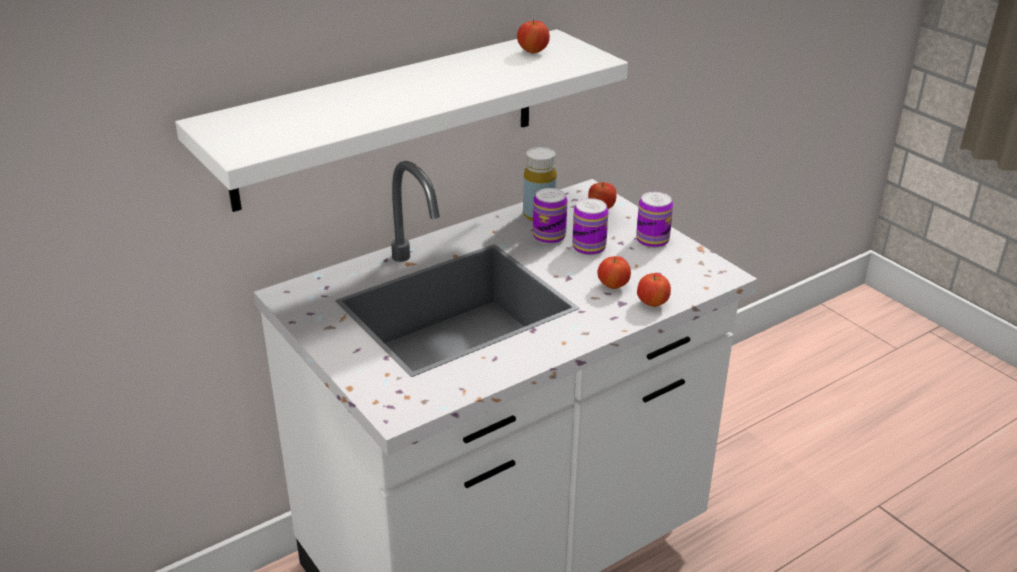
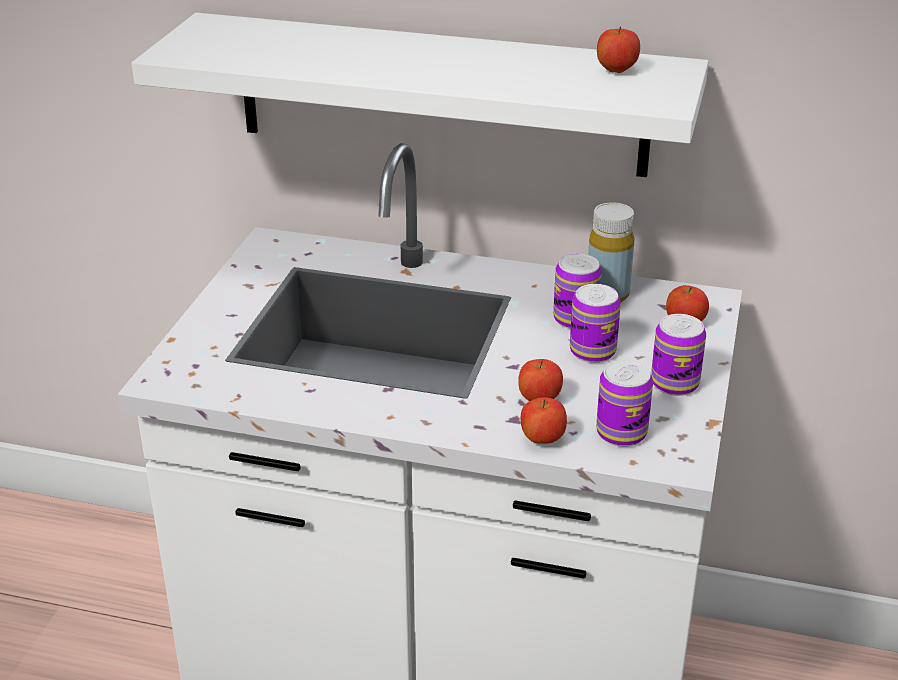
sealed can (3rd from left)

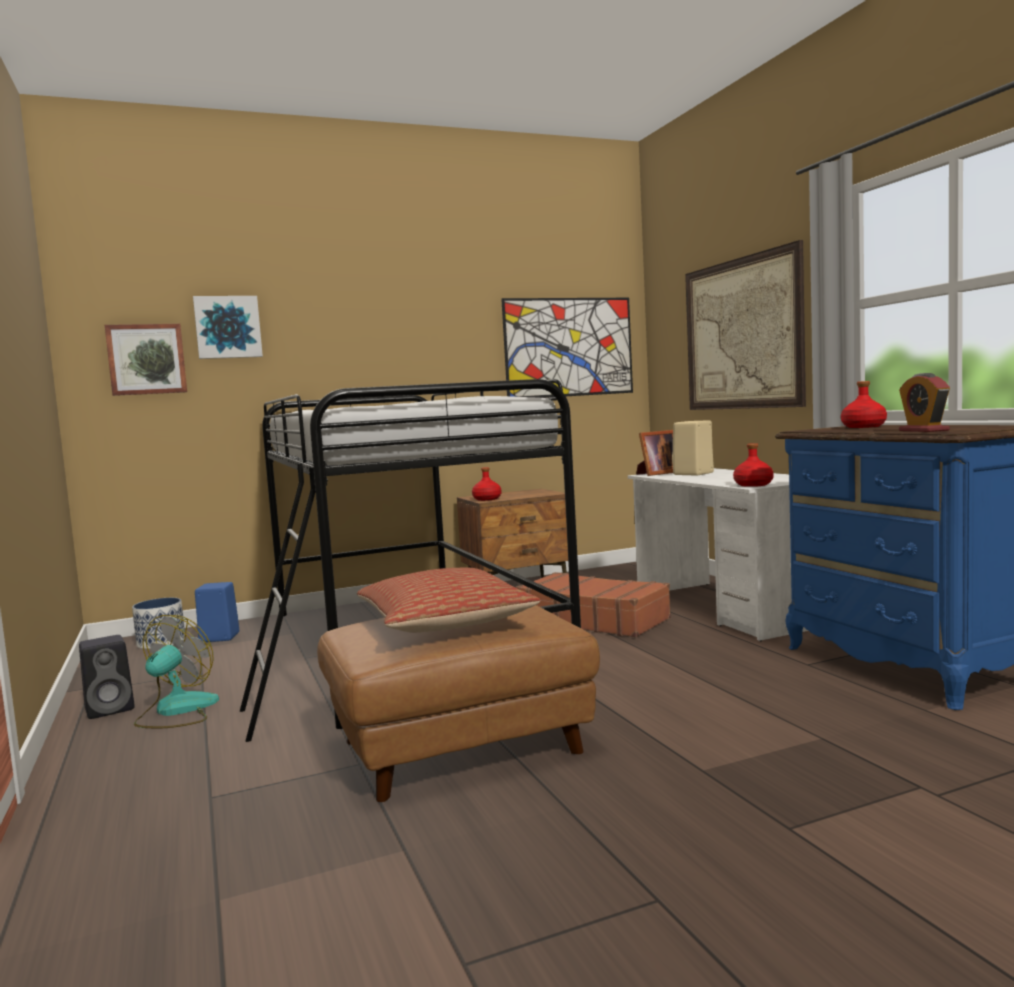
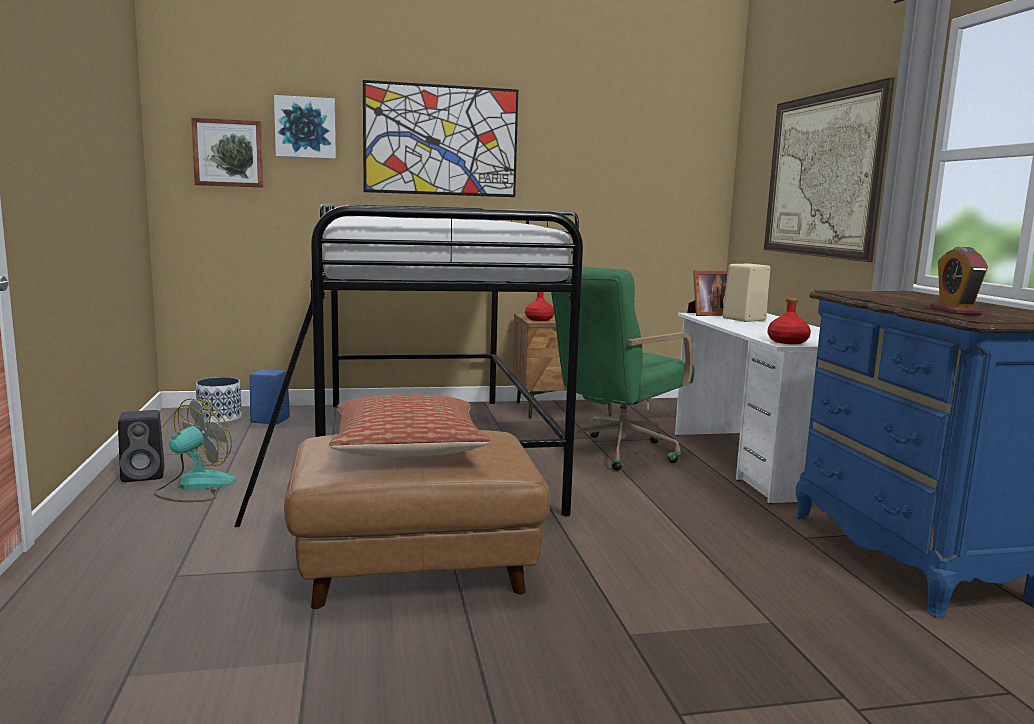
wall art (3rd from left)
green computer chair
red-coloured drink bottle (3rd from left in the first image)

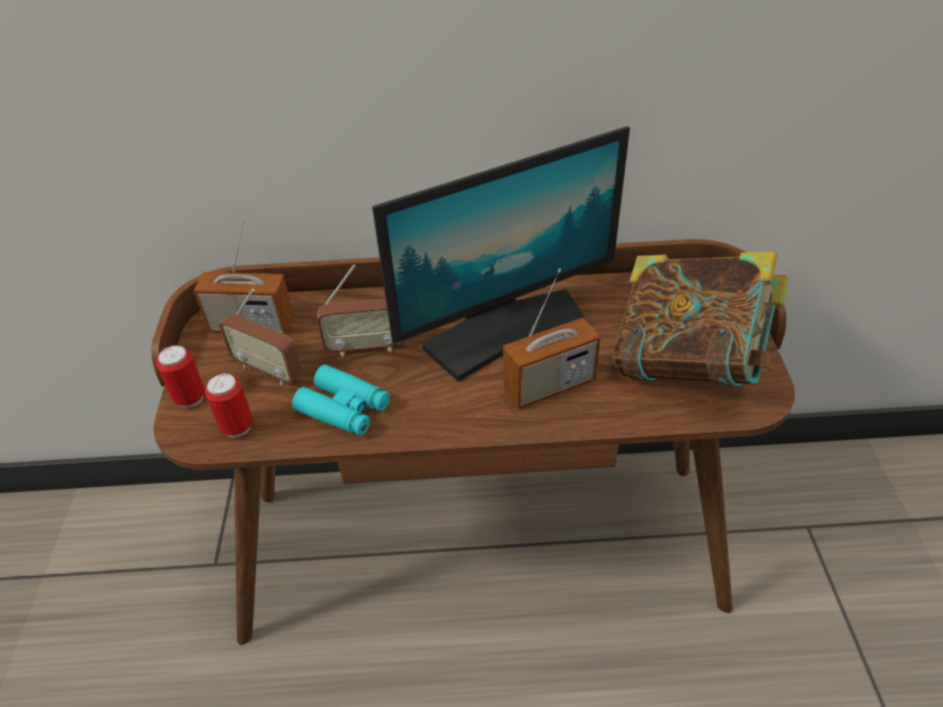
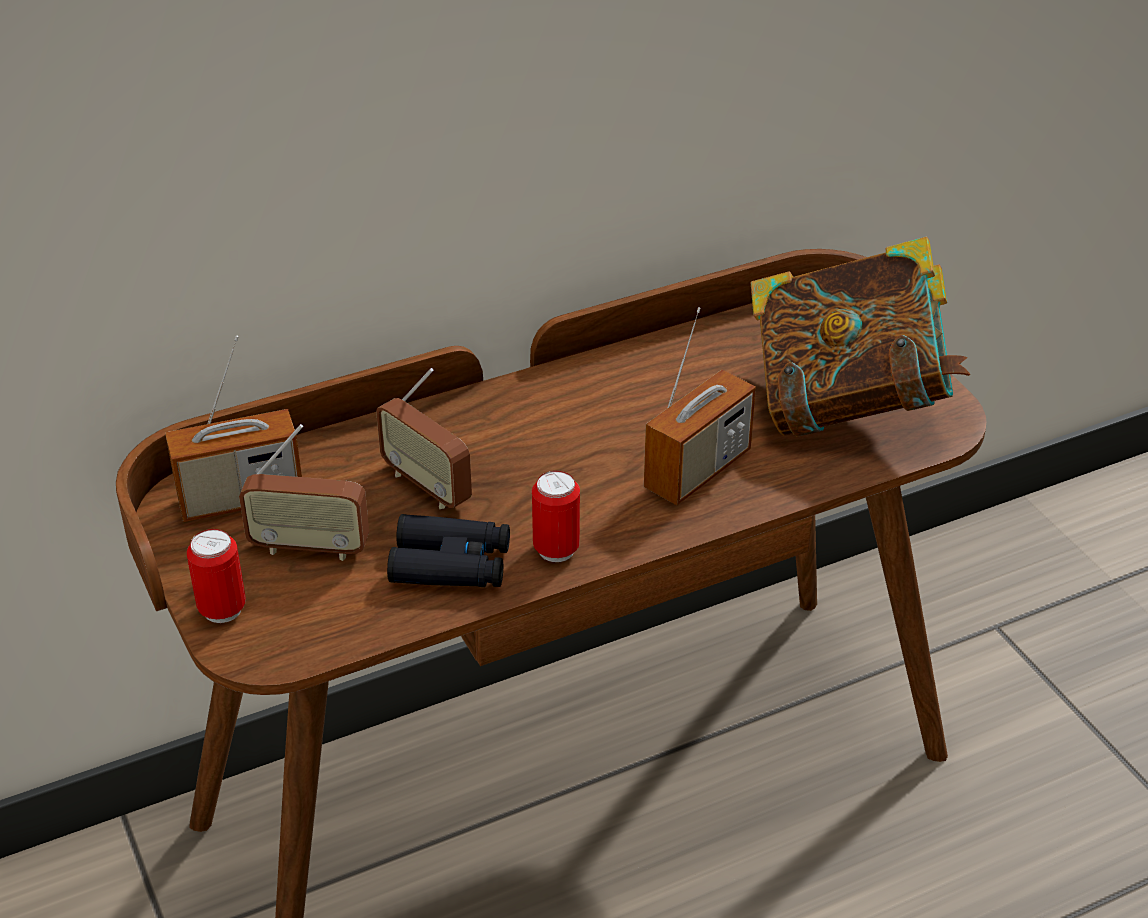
sealed can (2nd from left)
black-coloured binoculars
radio set (3rd from left)
computer display

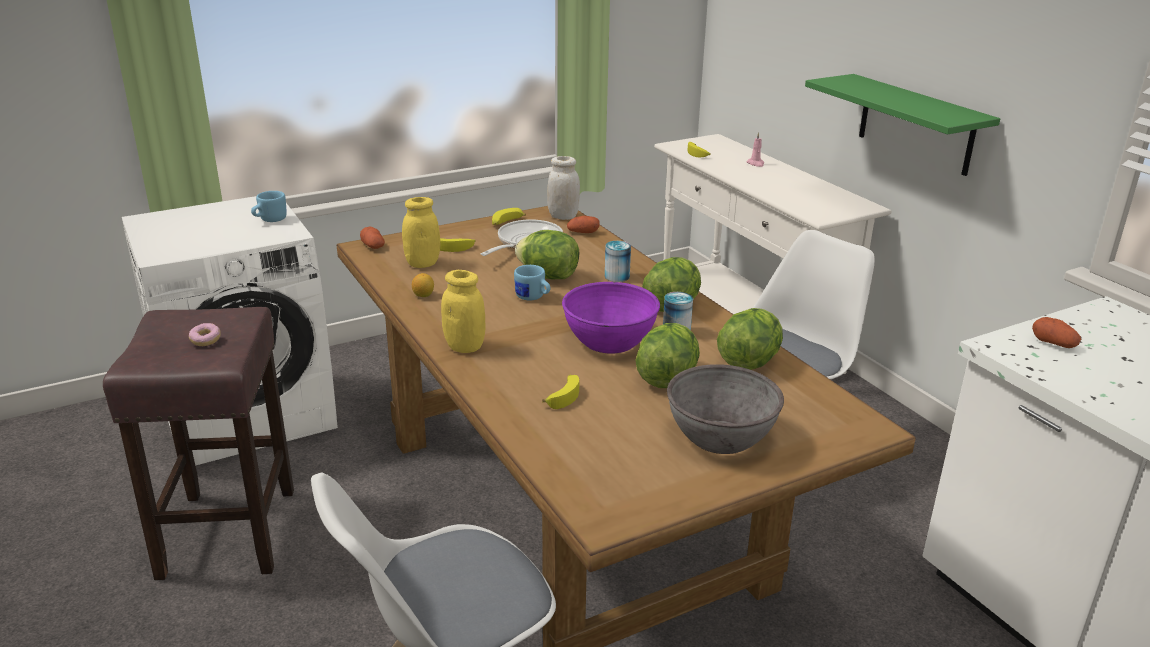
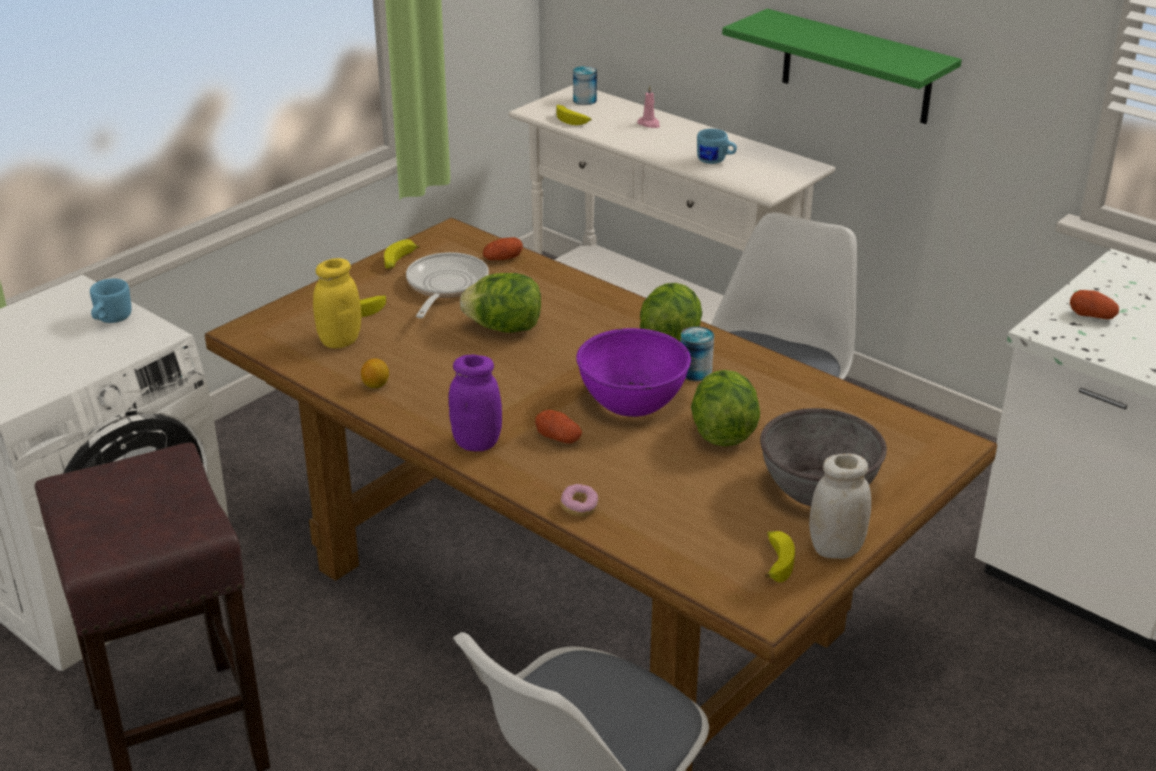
donut
spud (2nd from left)
purple jar
blue coffee mug (2nd from left)
banana (4th from left)
white-coloured jar
sealed can (1st from left)
head of lettuce (4th from left in the first image)

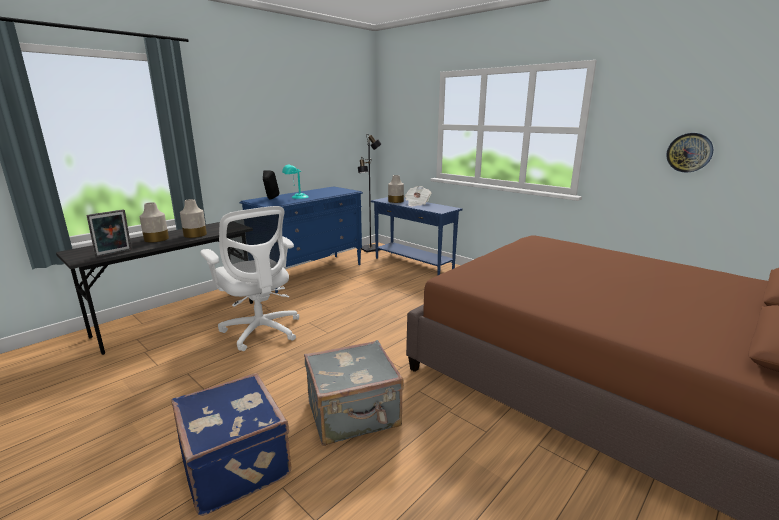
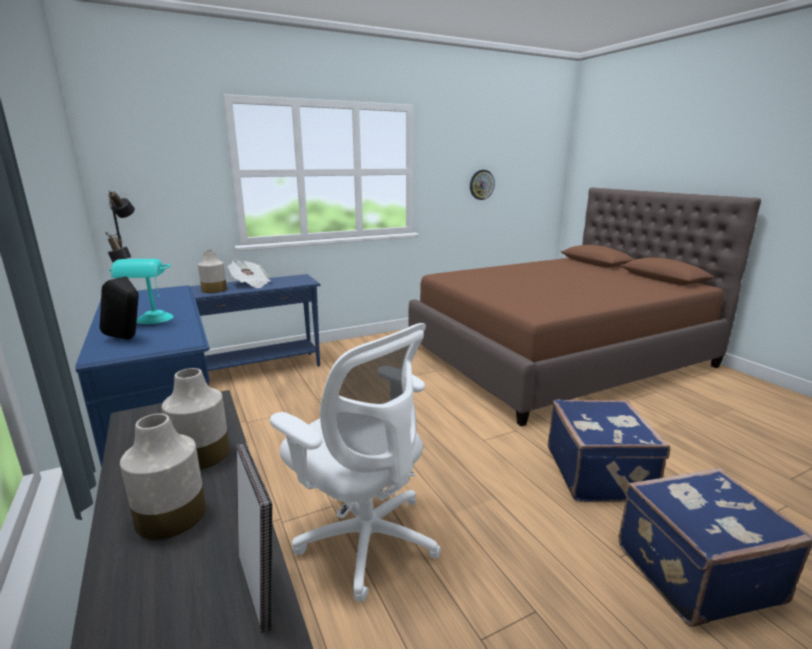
white-coloured computer chair
blue piece of luggage (1st from left)

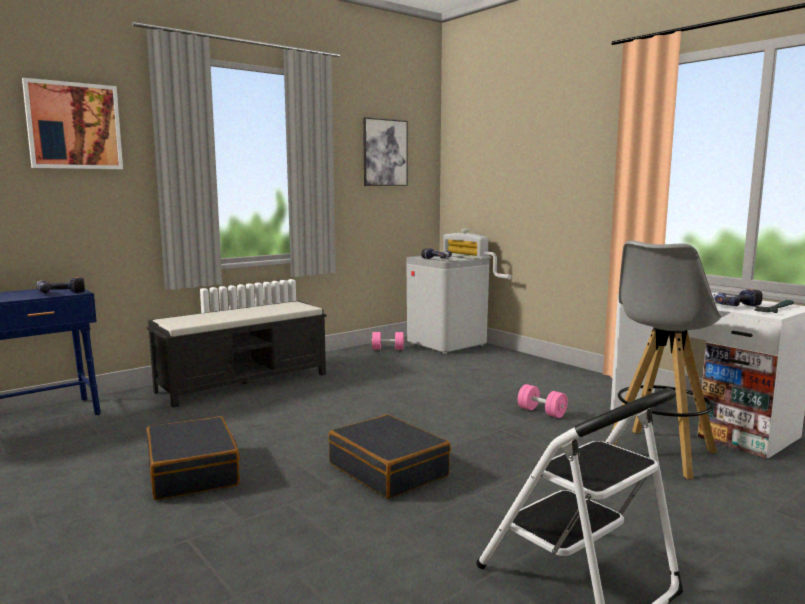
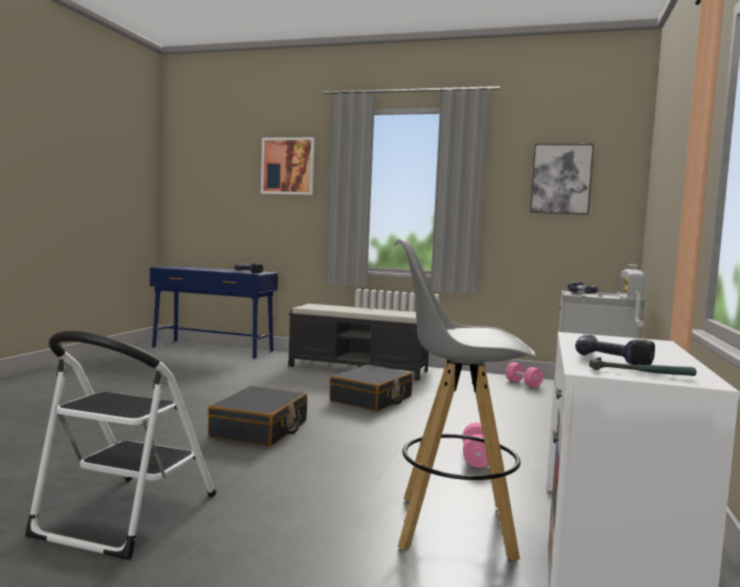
black-coloured piece of luggage (2nd from left)

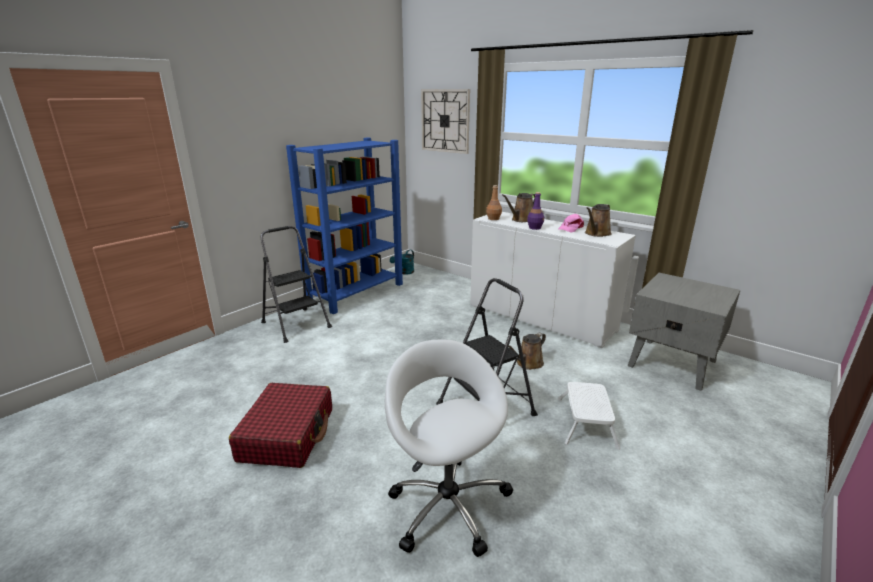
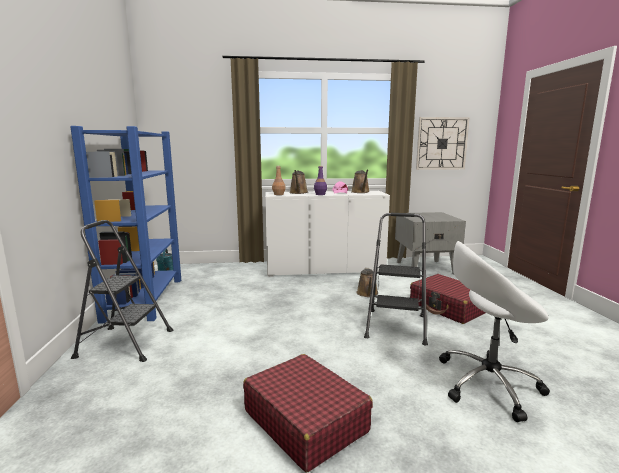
clock on the wall
red-coloured piece of luggage (2nd from left)

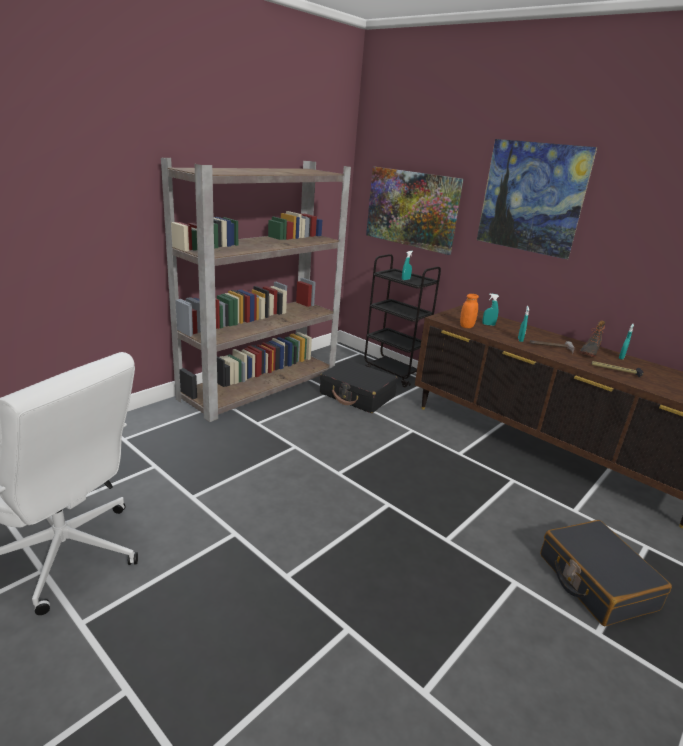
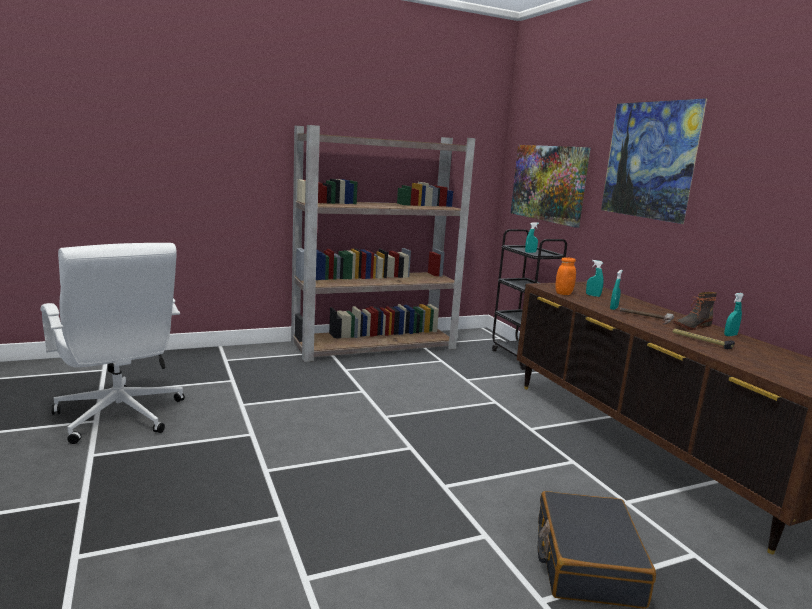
black-coloured piece of luggage (1st from left in the first image)

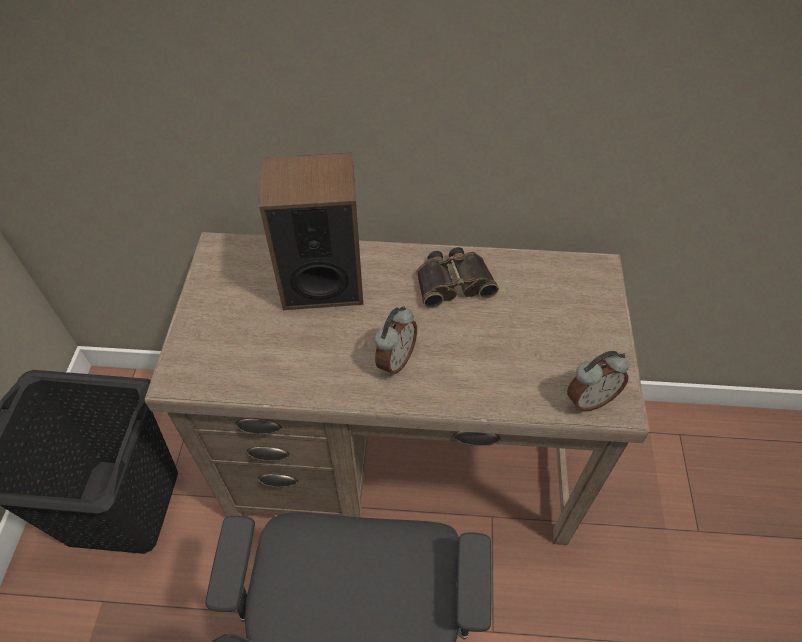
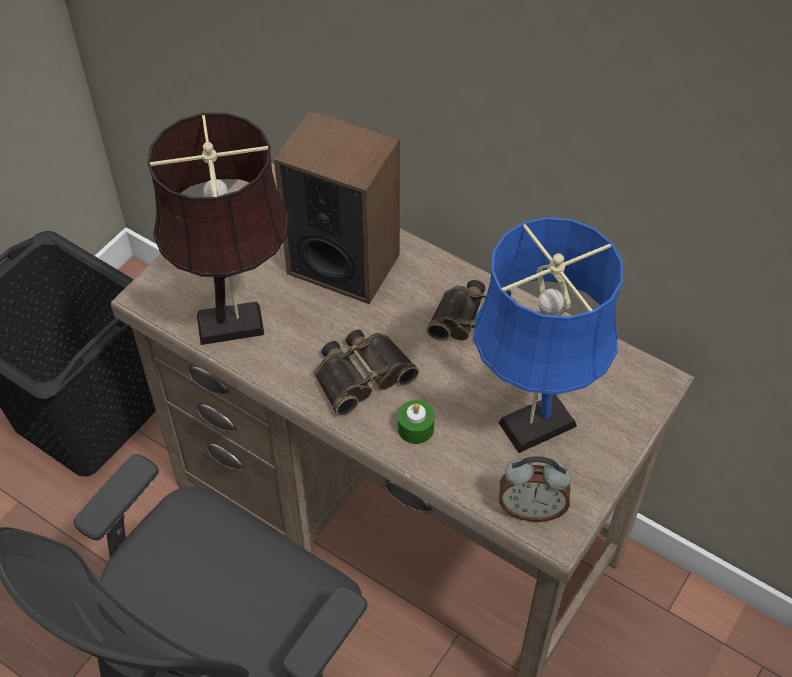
binoculars (1st from left)
brown-coloured lamp for a table
green wax candle
blue lamp for a table

